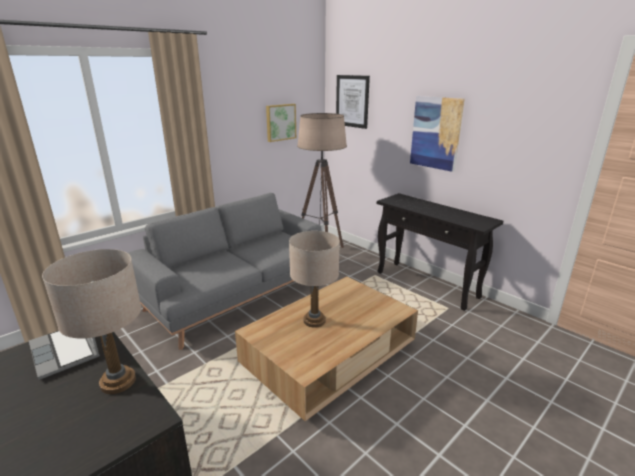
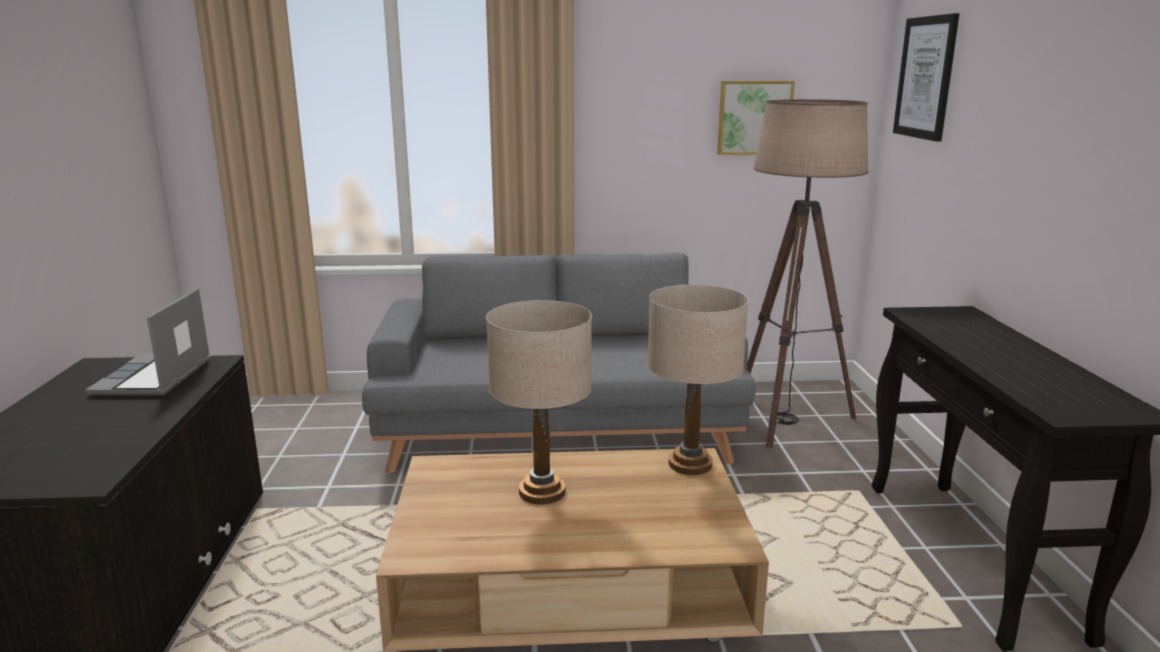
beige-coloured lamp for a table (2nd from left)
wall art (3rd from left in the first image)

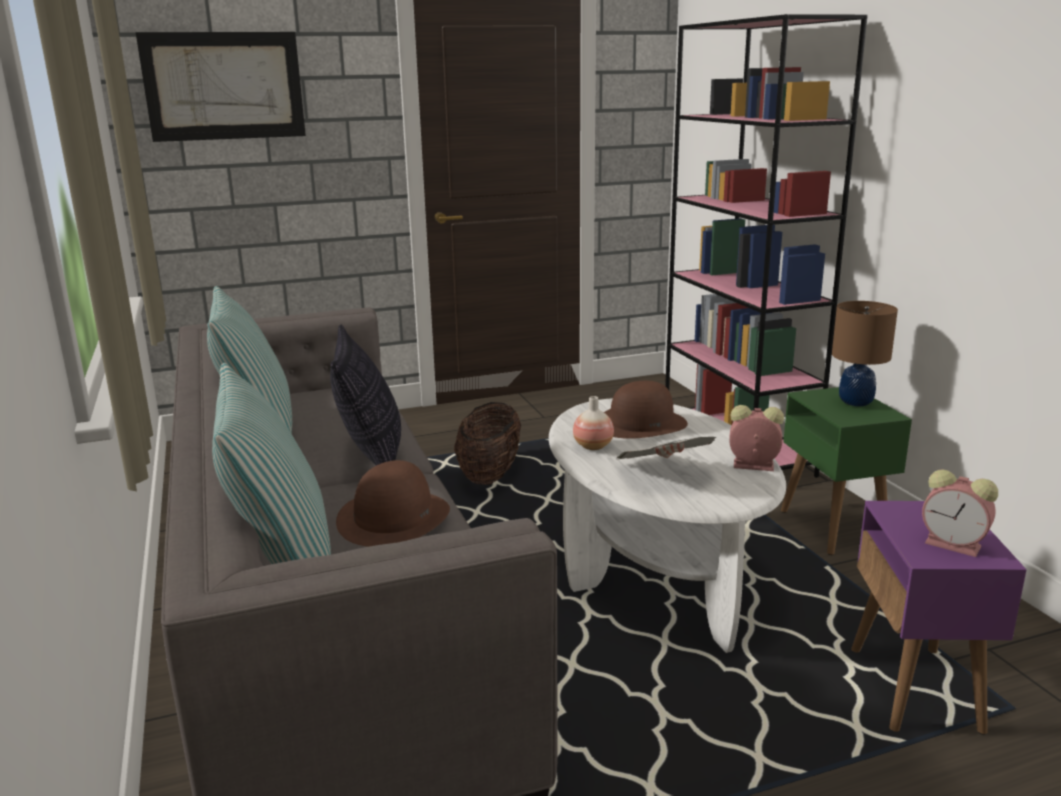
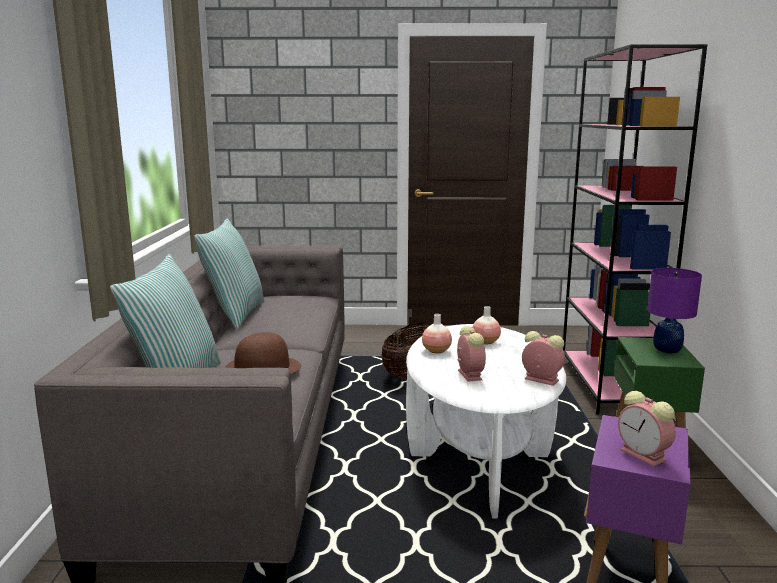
wall art
cushion (3rd from left in the first image)
decorative vase (2nd from left)
alarm clock (1st from left)
purple lamp for a table

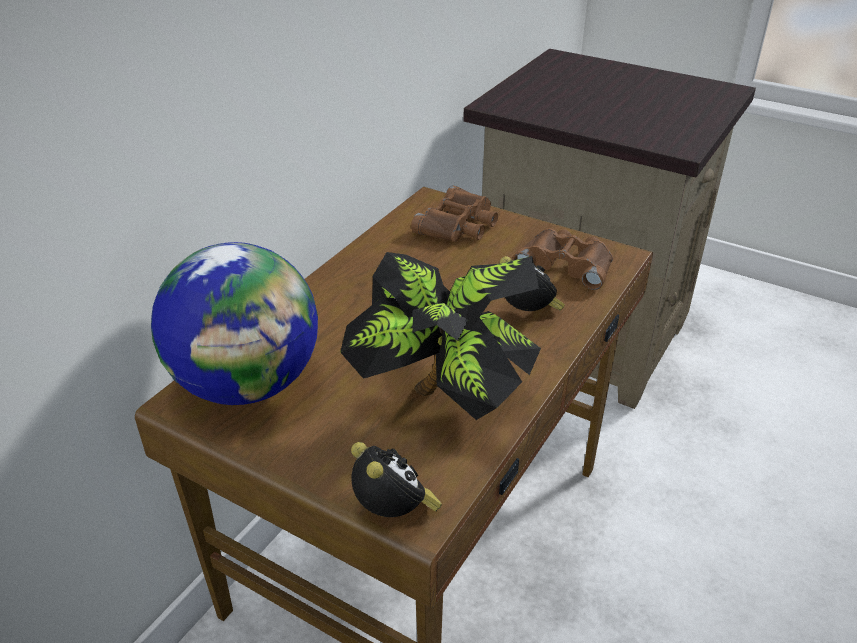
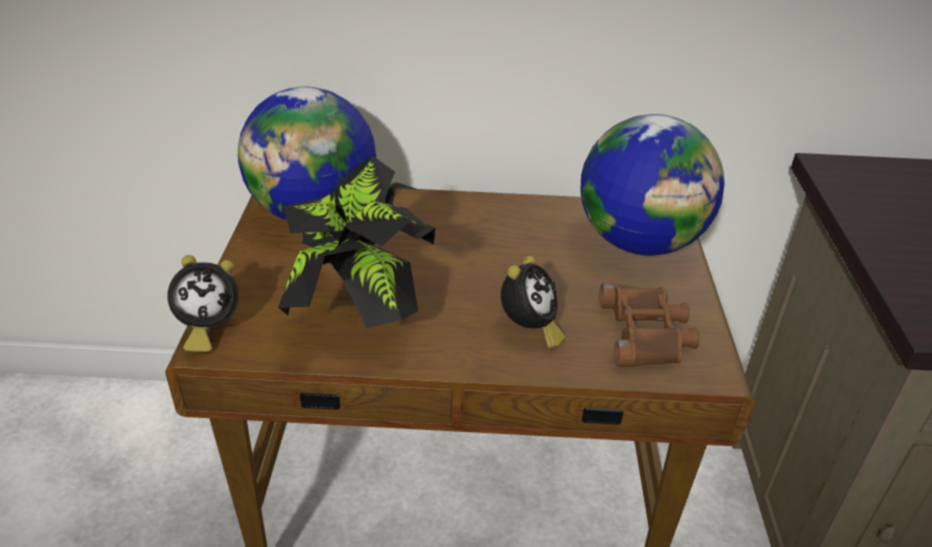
alarm clock (1st from left)
globe (2nd from left)

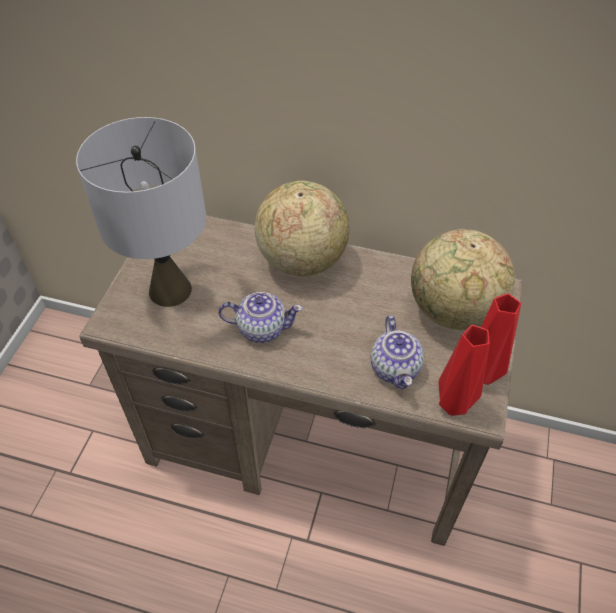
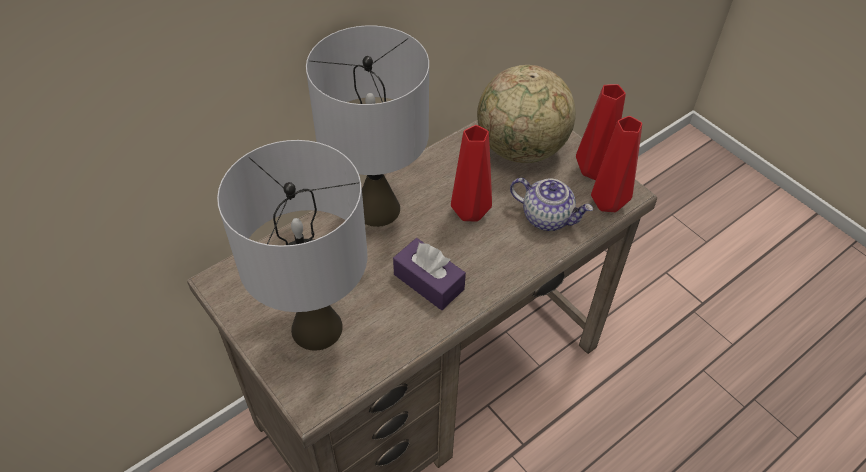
purple box of tissues
grey lamp for a table (2nd from left)
red-coloured decorative vase (1st from left)

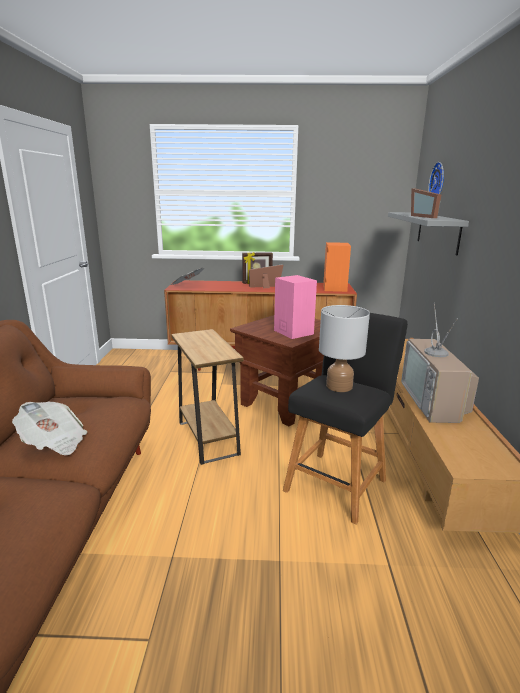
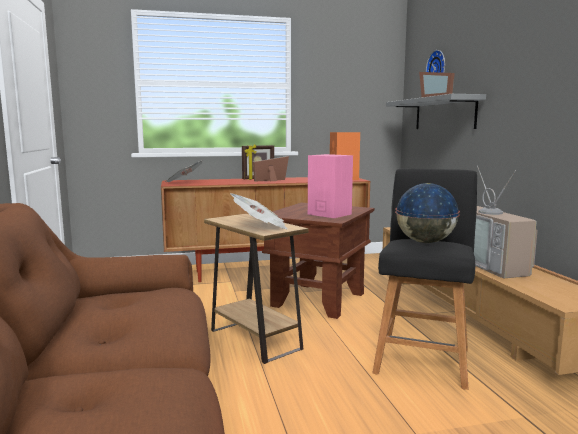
daily paper (2nd from left)
globe

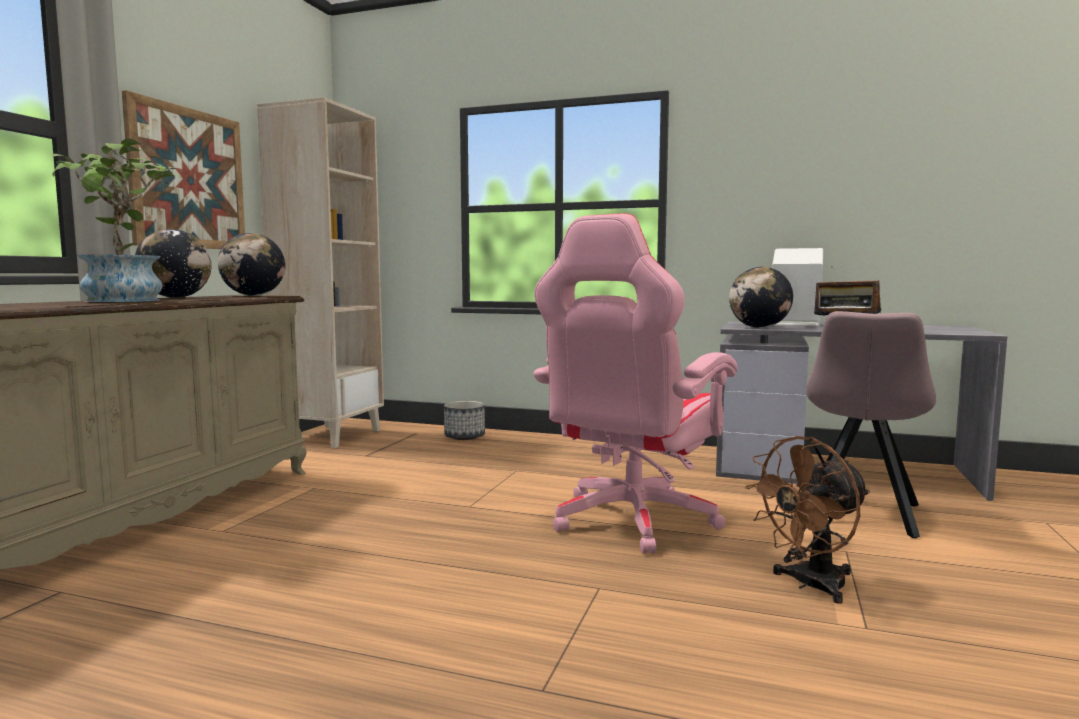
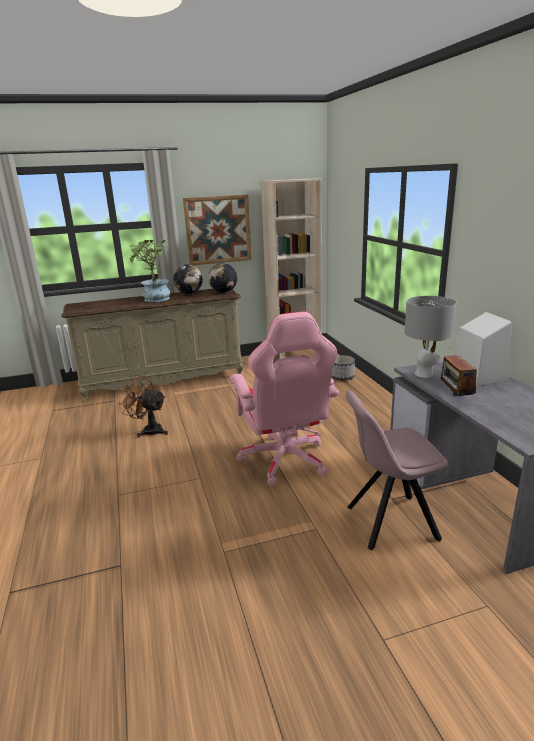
pinkish computer chair
grey lamp for a table
brown-coloured cooling fan

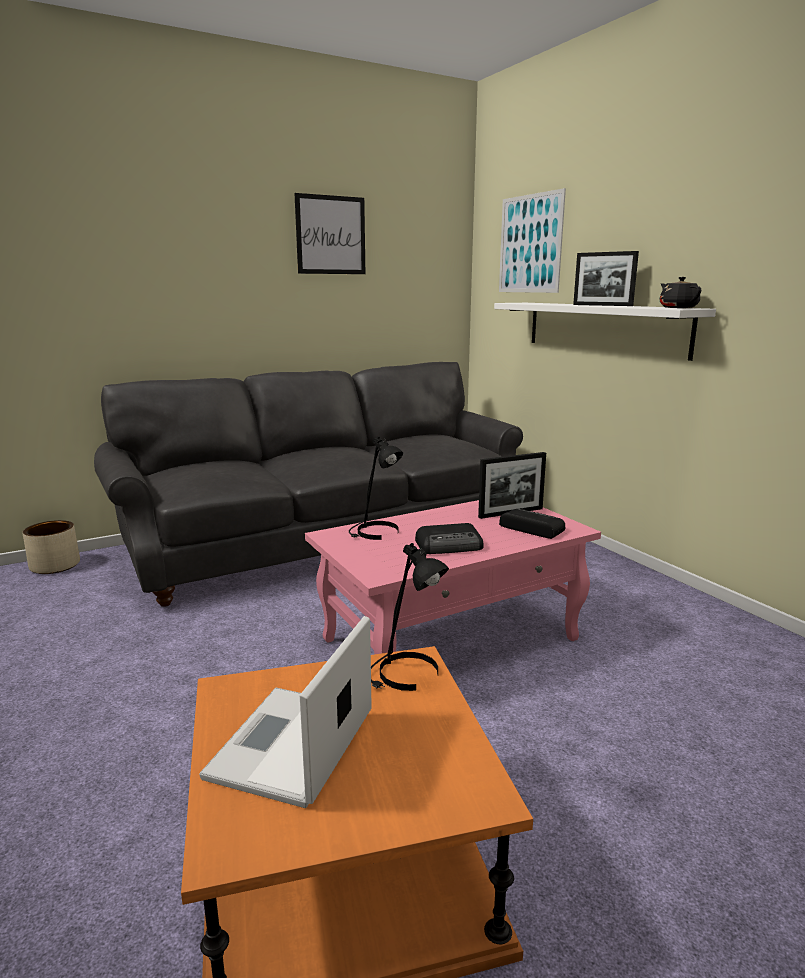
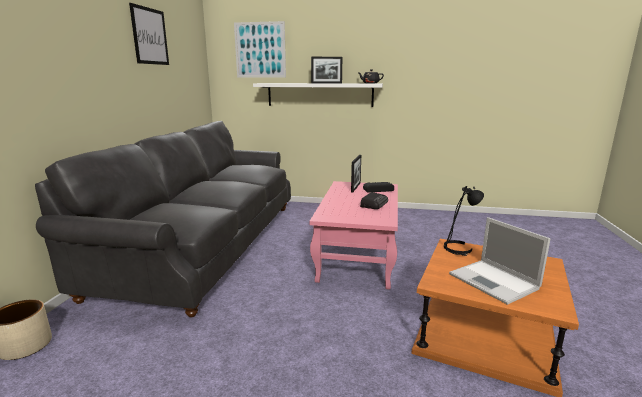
black-coloured lamp for a table (1st from left in the first image)

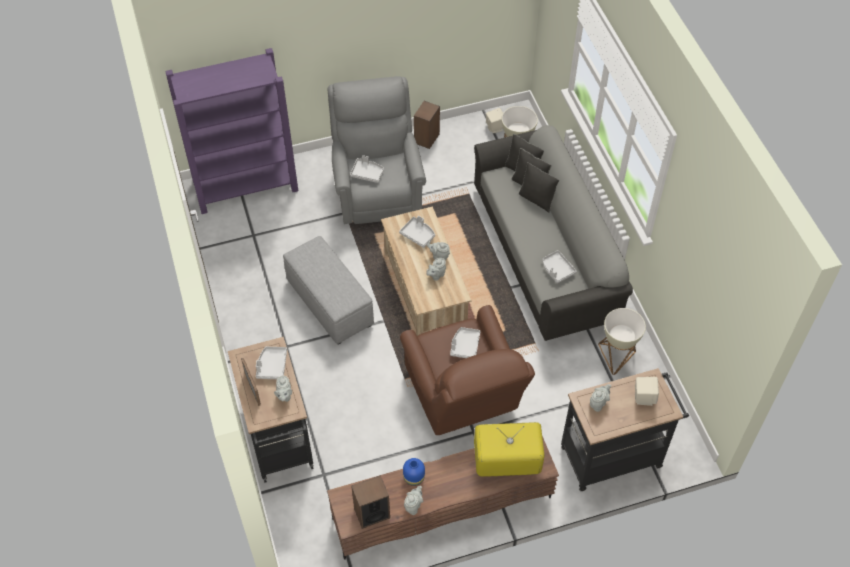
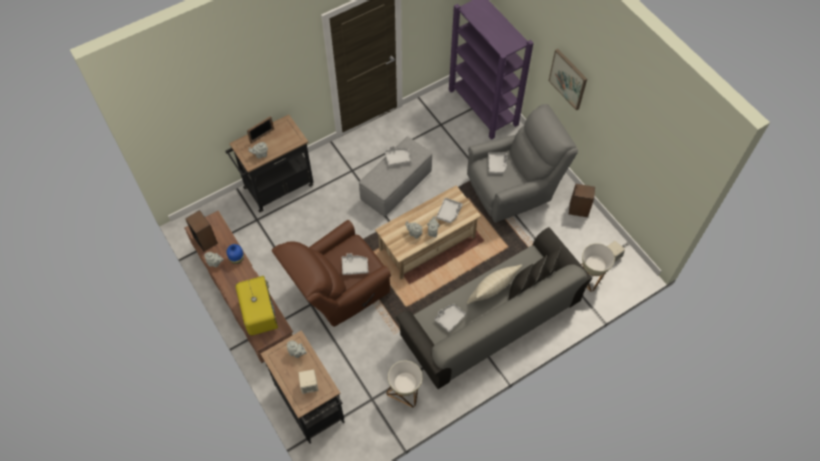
grey tray (2nd from left)
beige-coloured cushion
wall art

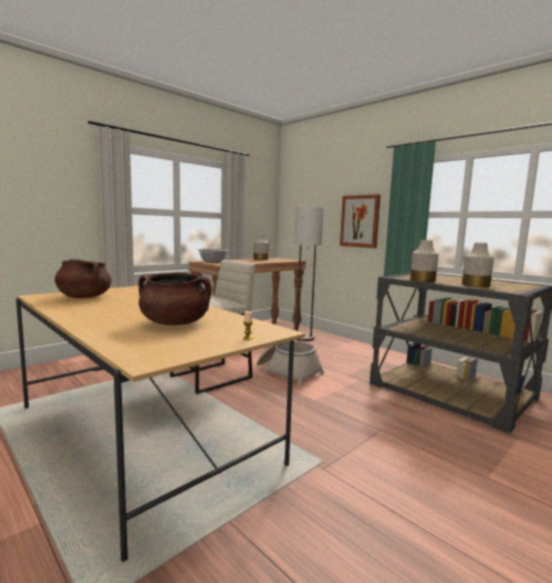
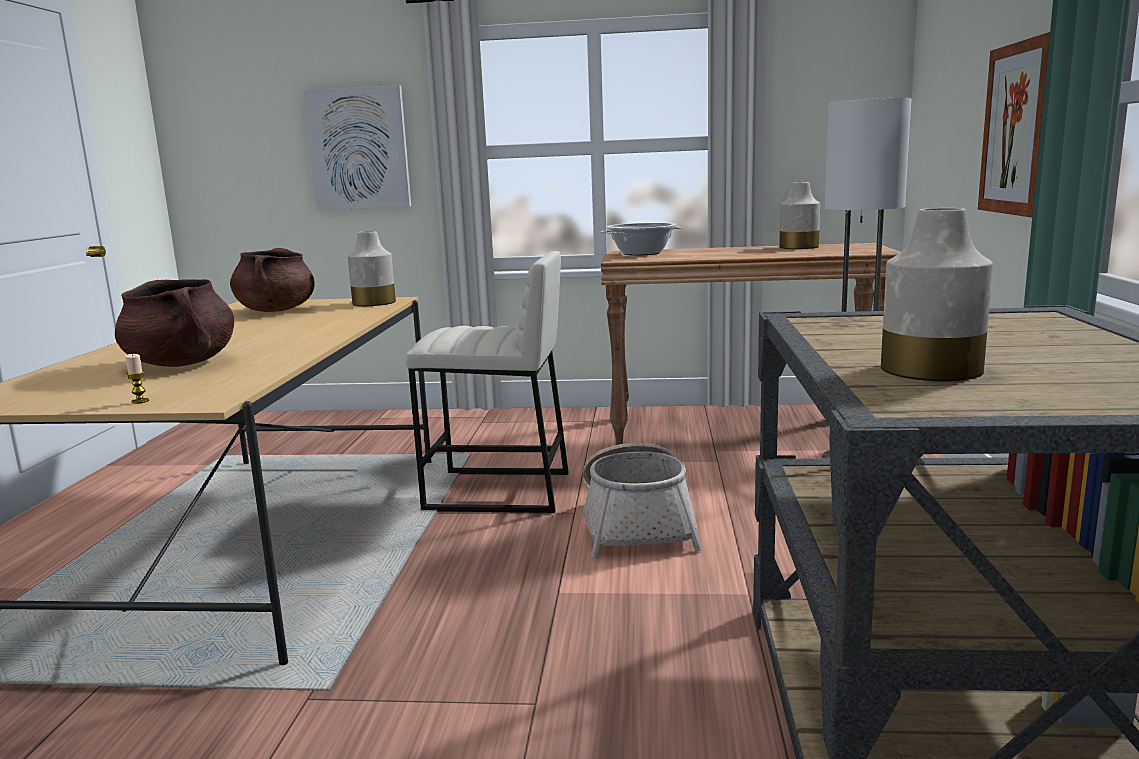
beige-coloured decorative vase (1st from left)
wall art (1st from left)

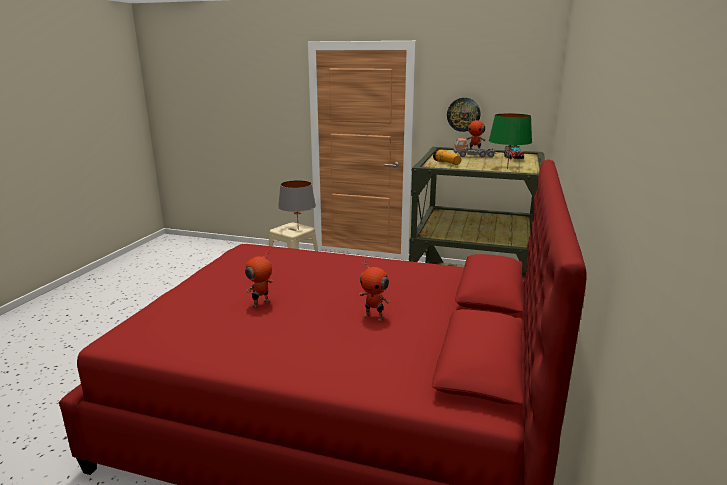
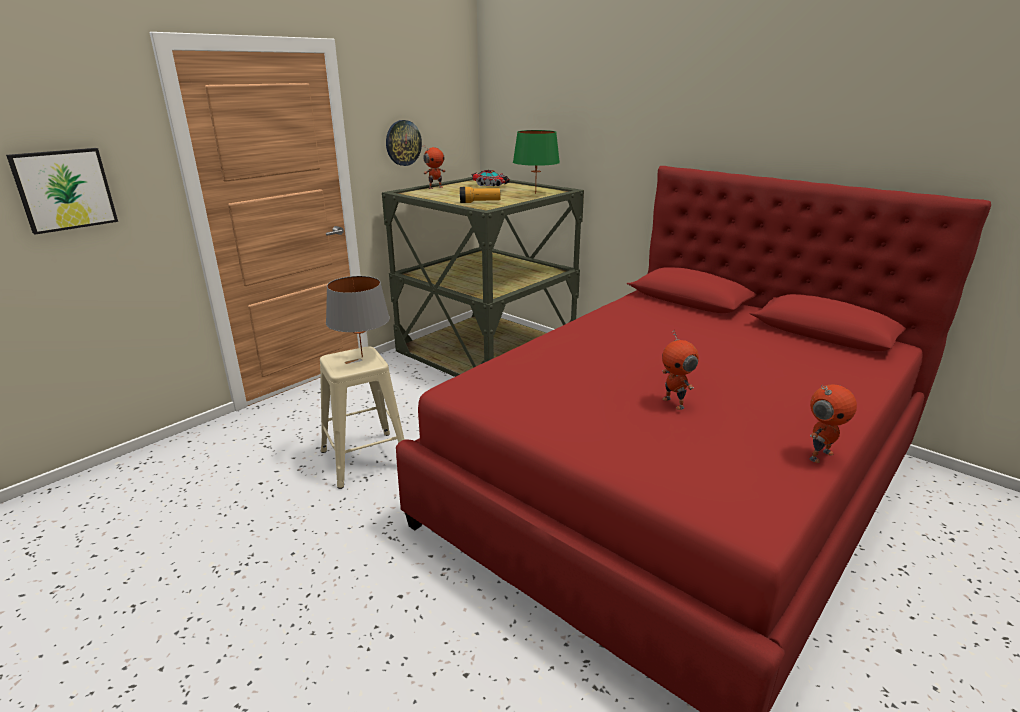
robot figure (3rd from left)
toy lorry (1st from left in the first image)
wall art

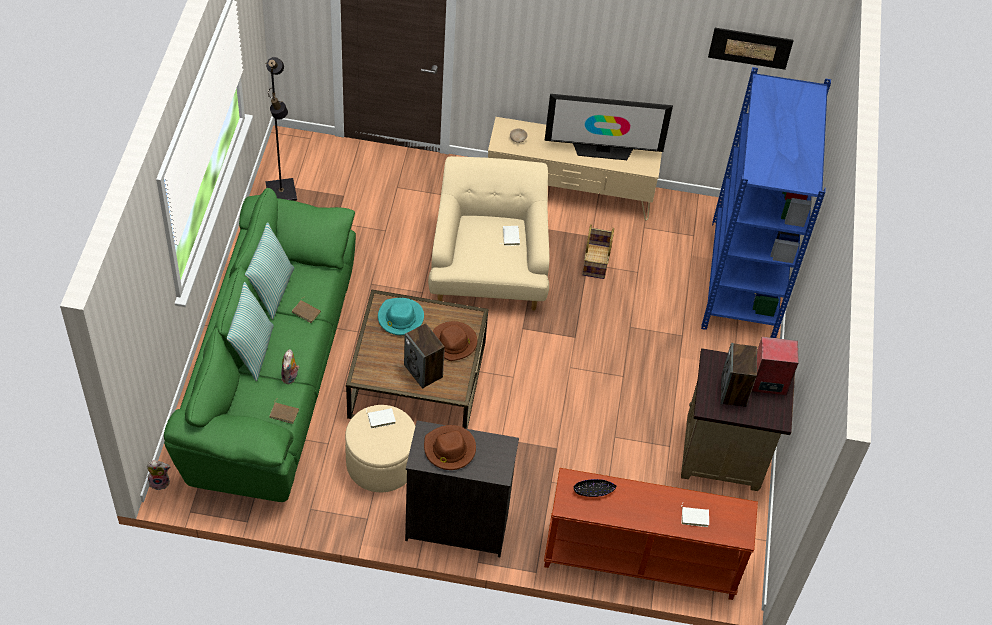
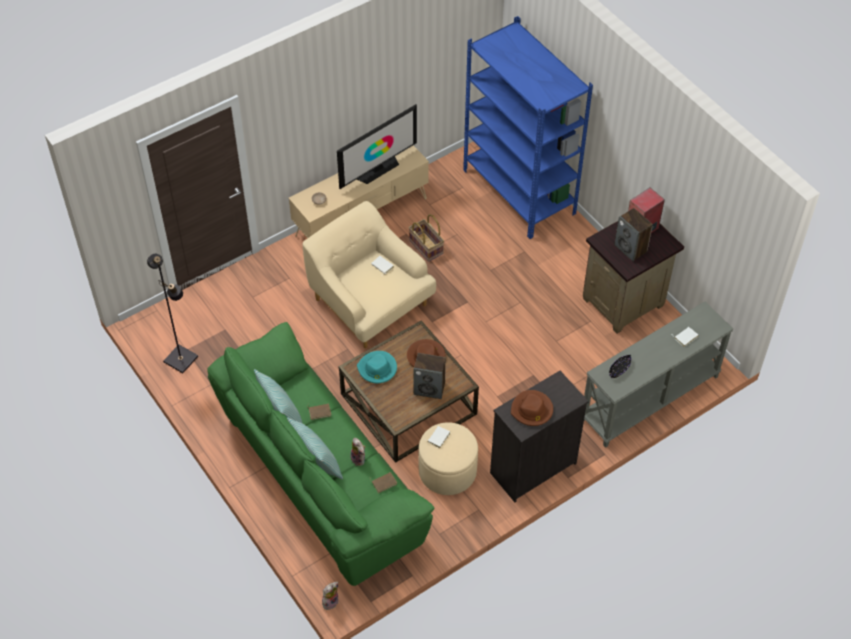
grey hall table
wall art

